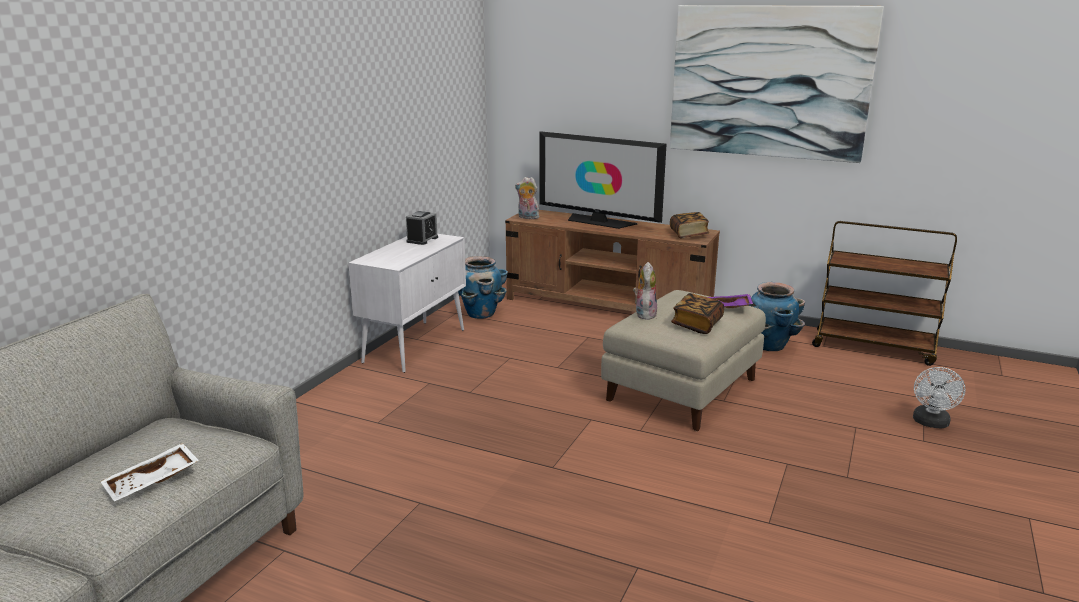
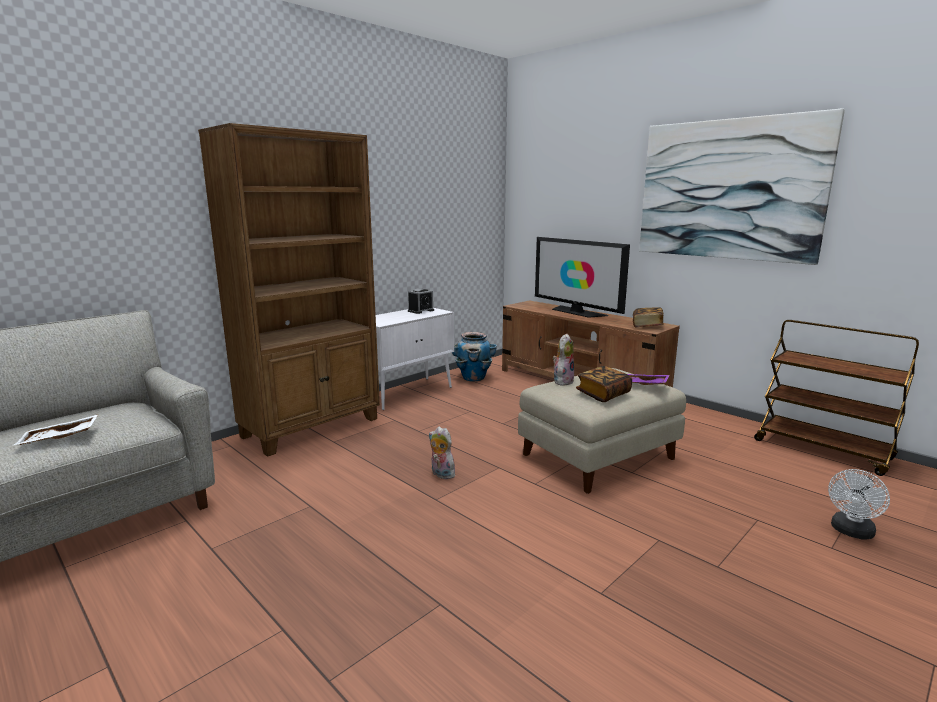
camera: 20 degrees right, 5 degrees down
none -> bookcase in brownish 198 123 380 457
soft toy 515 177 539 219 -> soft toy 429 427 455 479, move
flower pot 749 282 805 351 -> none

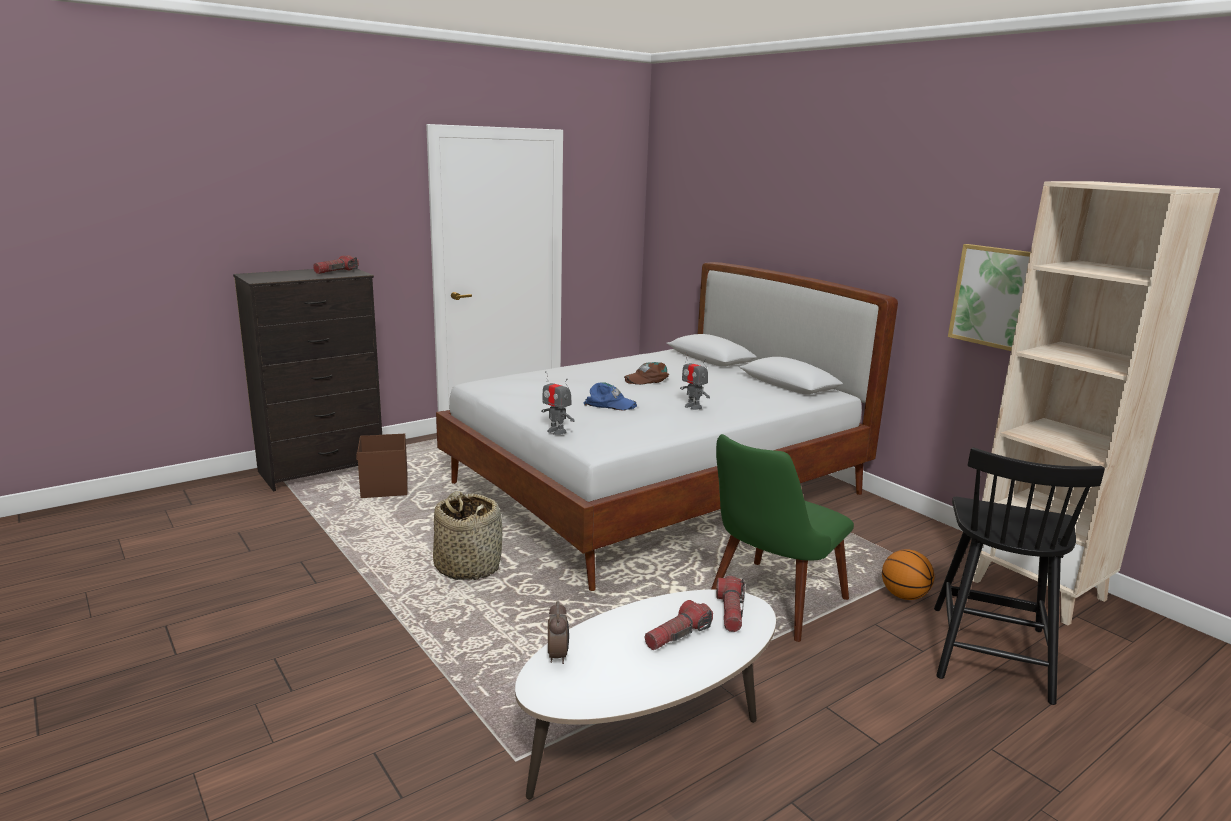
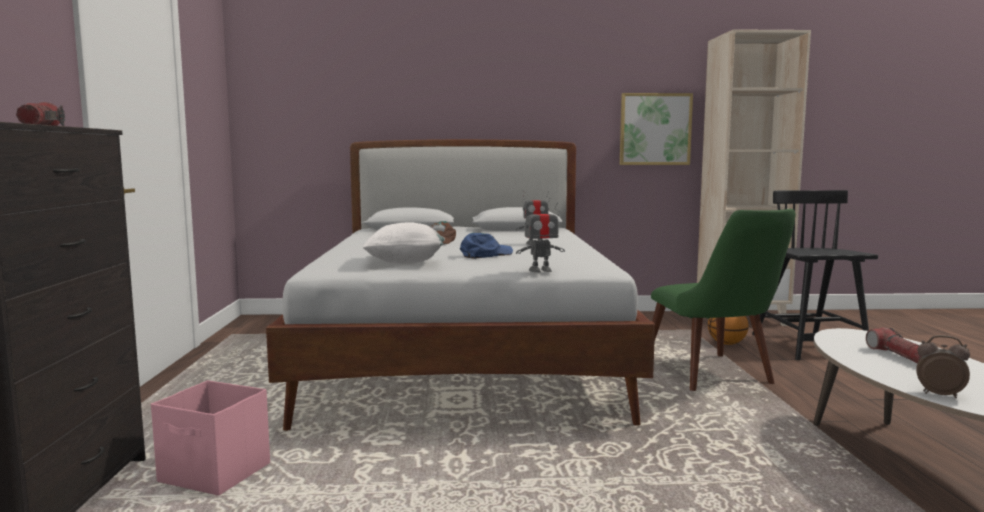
camera: 55 degrees left, 10 degrees down
storage container in brownish 356 433 408 498 -> storage container in pinkish 151 380 270 496
none -> pillow in whitish 362 222 445 264
chair in blackish 934 447 1105 705 -> chair in blackish 752 190 878 360, 150 degrees counterclockwise
basket 433 491 502 580 -> none
torch 716 576 745 632 -> none

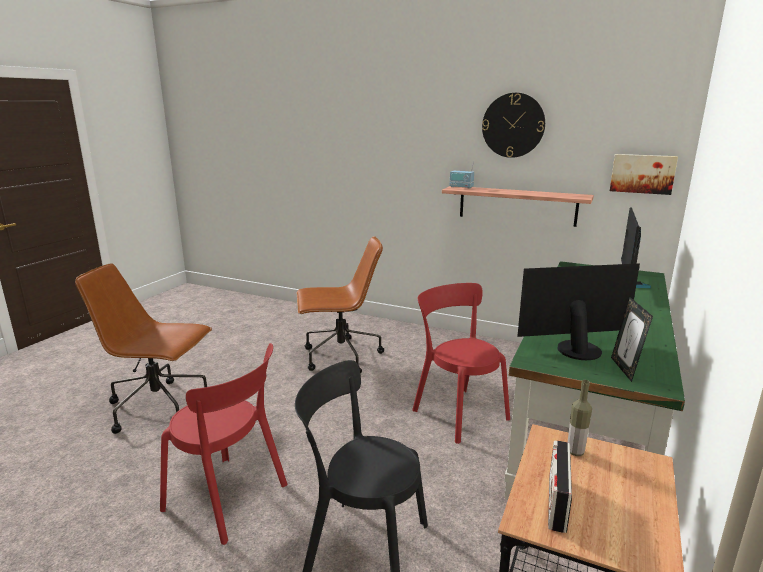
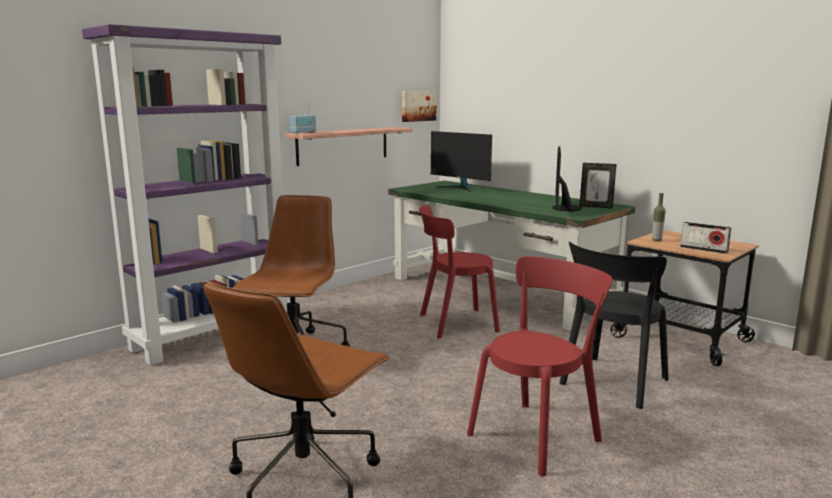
camera: 70 degrees left, 5 degrees down
none -> bookcase in purple-coloured 82 24 290 365
clock on the wall 482 93 545 158 -> none

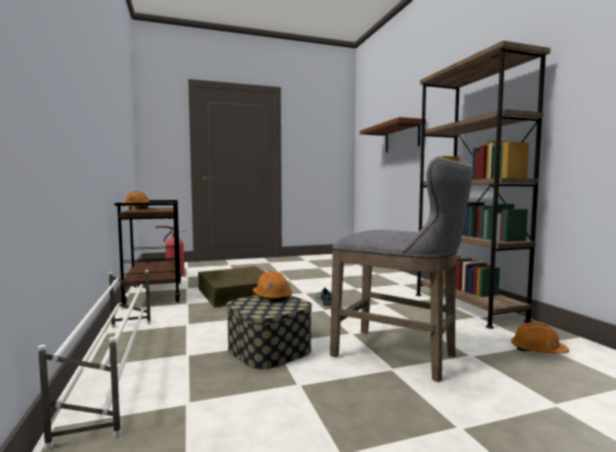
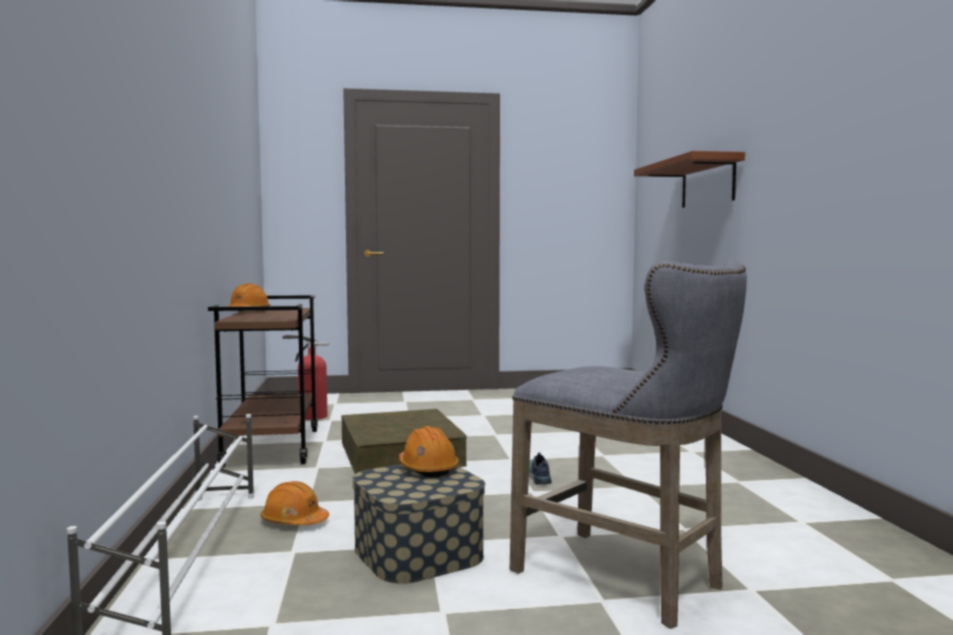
camera: 10 degrees right, 0 degrees up
safety helmet in orange 511 322 569 353 -> safety helmet in orange 260 481 329 525, move
bookcase in brownish 416 41 551 329 -> none

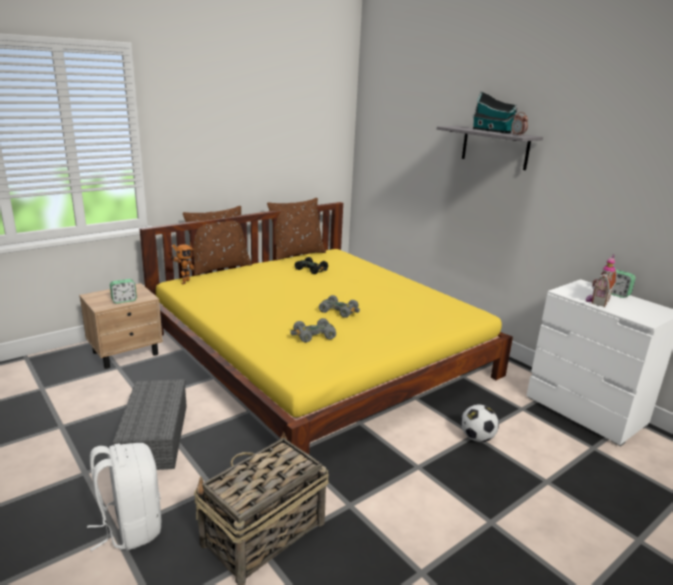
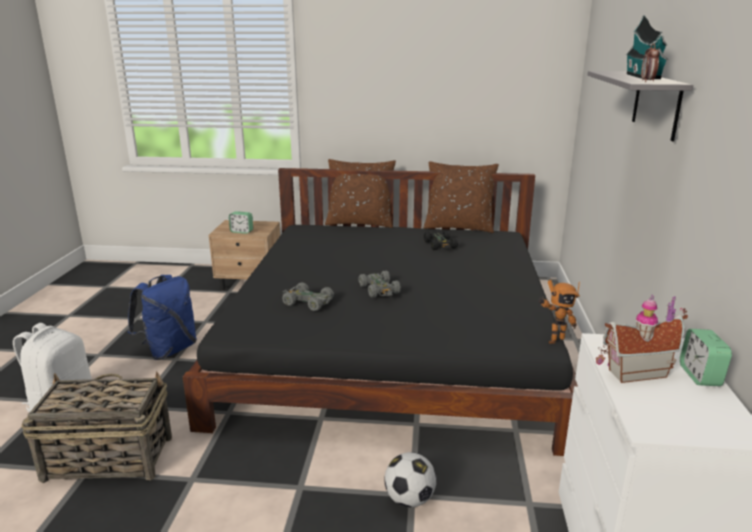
camera: 45 degrees right, 0 degrees up
storage container in grey 113 379 187 470 -> backpack in blue 127 275 197 360
bedroom bed in yellowish 139 202 513 454 -> bedroom bed in blackish 183 168 578 456
toy robot 171 242 195 284 -> toy robot 538 280 580 344, move

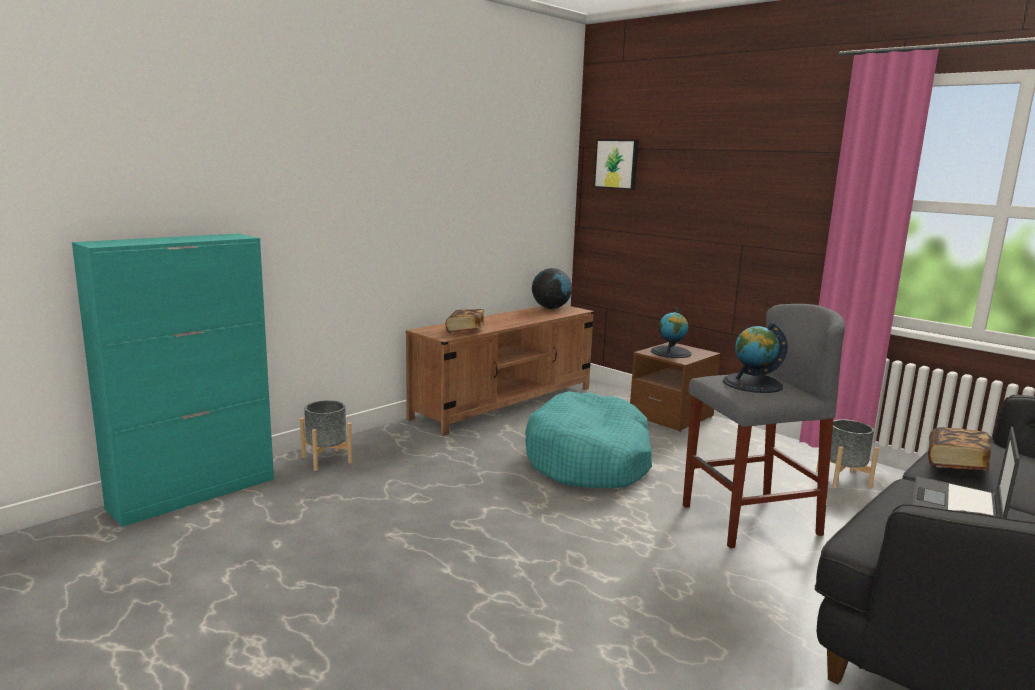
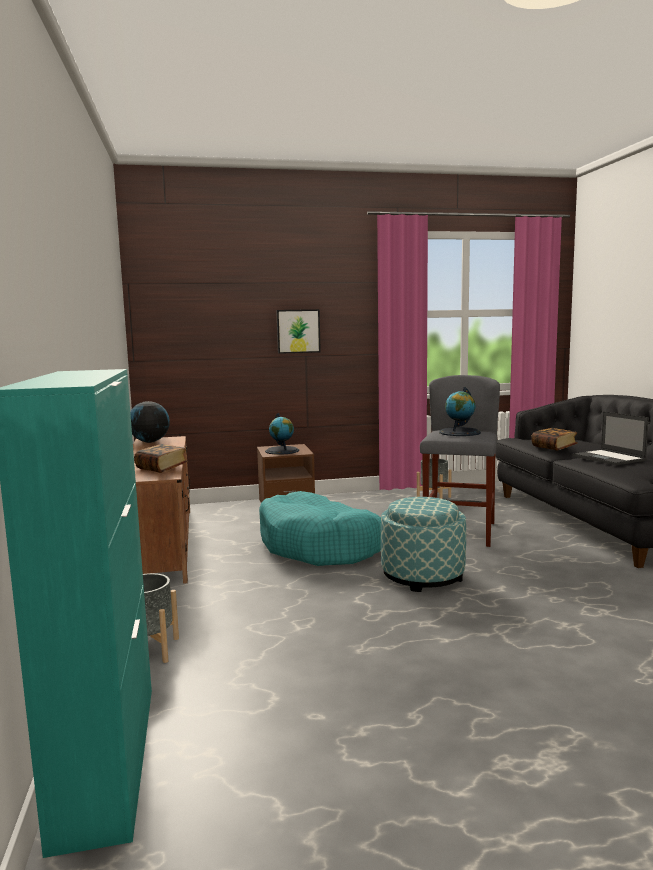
camera: 55 degrees left, 5 degrees down
wall art 594 139 639 190 -> wall art 276 309 321 354, move
none -> pouffe 381 497 466 592

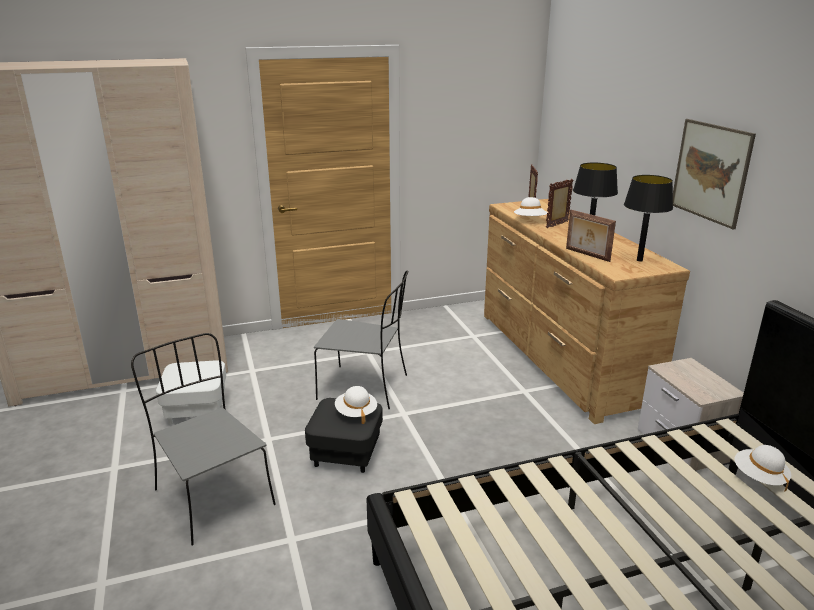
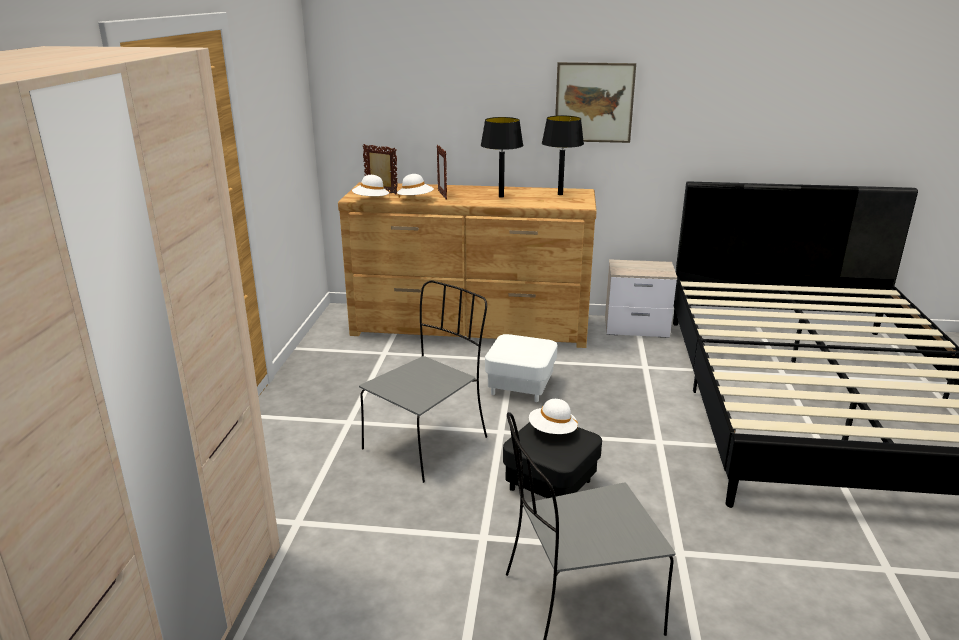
camera: 65 degrees left, 0 degrees up
wearable hat in whitish 735 445 791 491 -> wearable hat in whitish 352 175 390 197, move
pouffe in whitish 156 360 226 424 -> pouffe in whitish 485 334 557 402, move
standing frame 566 210 616 262 -> none

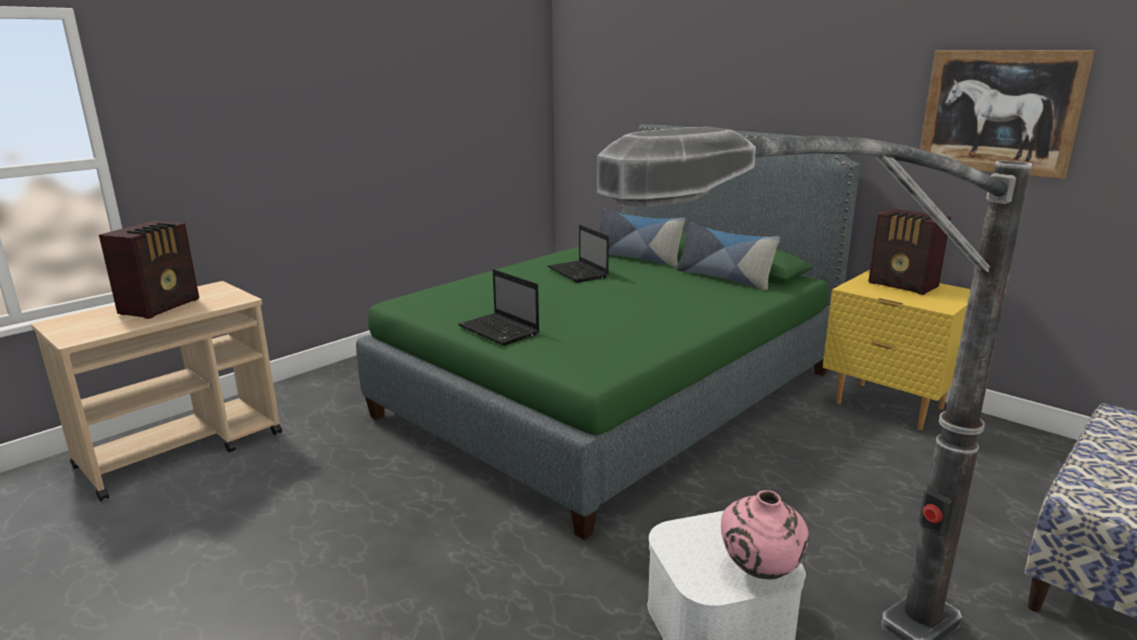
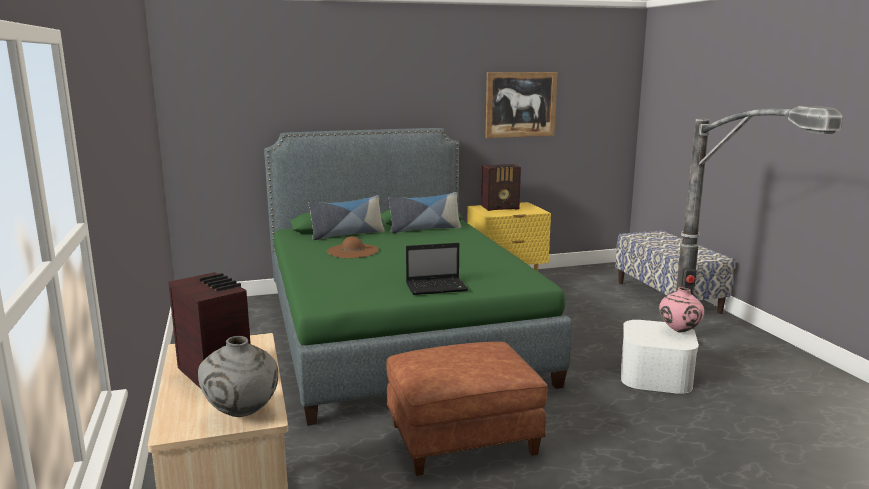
camera: 60 degrees left, 5 degrees down
none -> vase in grey 198 336 278 417
portable computer 548 225 609 283 -> wearable hat in brownish 327 236 379 258
none -> pouffe in brownish 386 342 547 476

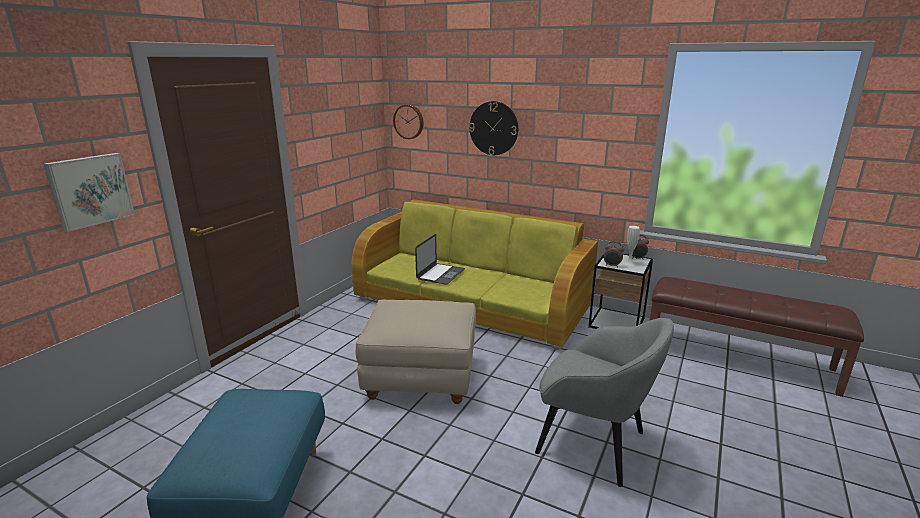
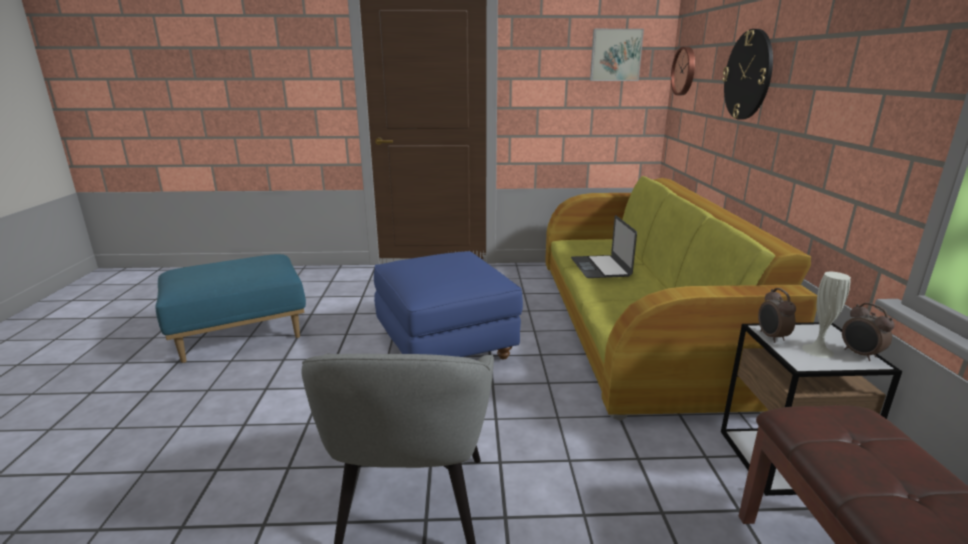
camera: 60 degrees right, 0 degrees up
pouffe in sand-coloured 356 300 476 404 -> pouffe in blue 374 251 523 360
portable computer 415 234 465 285 -> portable computer 571 215 637 278, 90 degrees clockwise
wall art 43 153 135 232 -> wall art 590 29 644 81, move

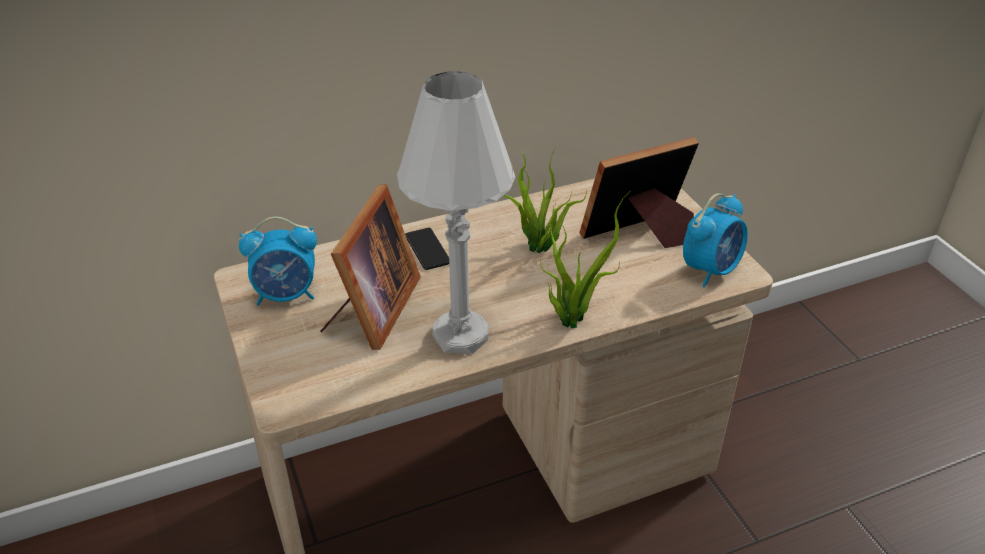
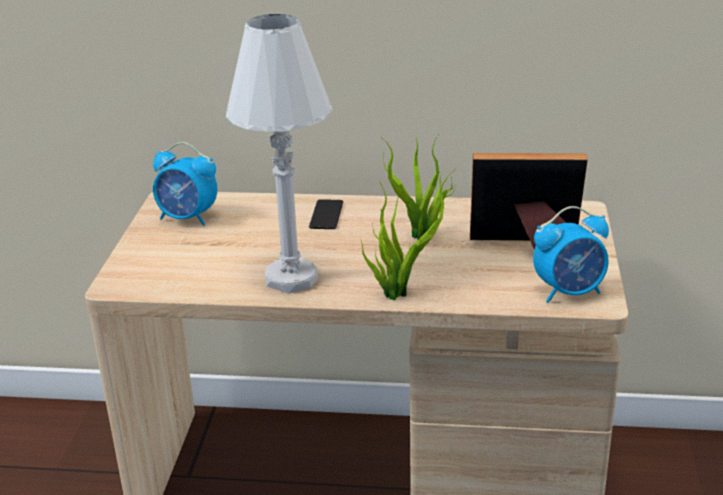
camera: 30 degrees right, 10 degrees down
standing frame 320 185 421 350 -> none

